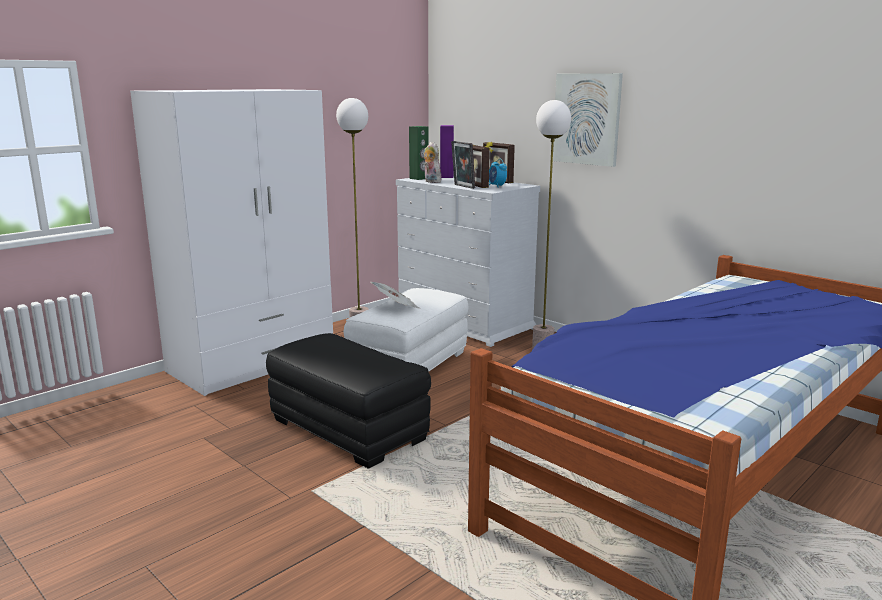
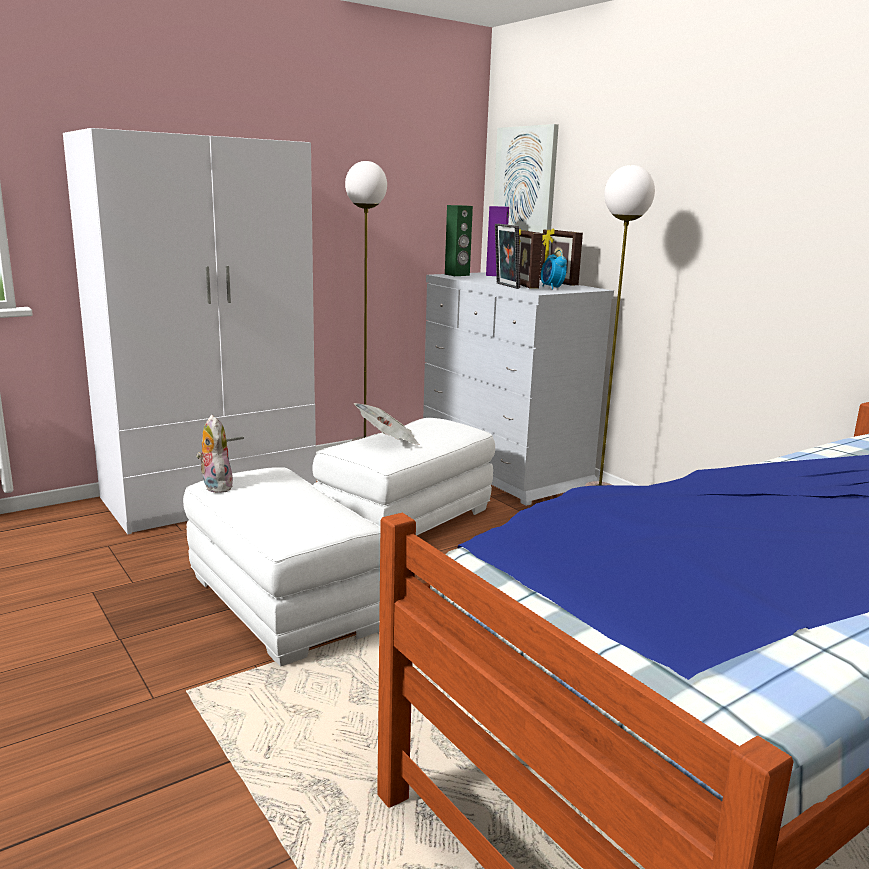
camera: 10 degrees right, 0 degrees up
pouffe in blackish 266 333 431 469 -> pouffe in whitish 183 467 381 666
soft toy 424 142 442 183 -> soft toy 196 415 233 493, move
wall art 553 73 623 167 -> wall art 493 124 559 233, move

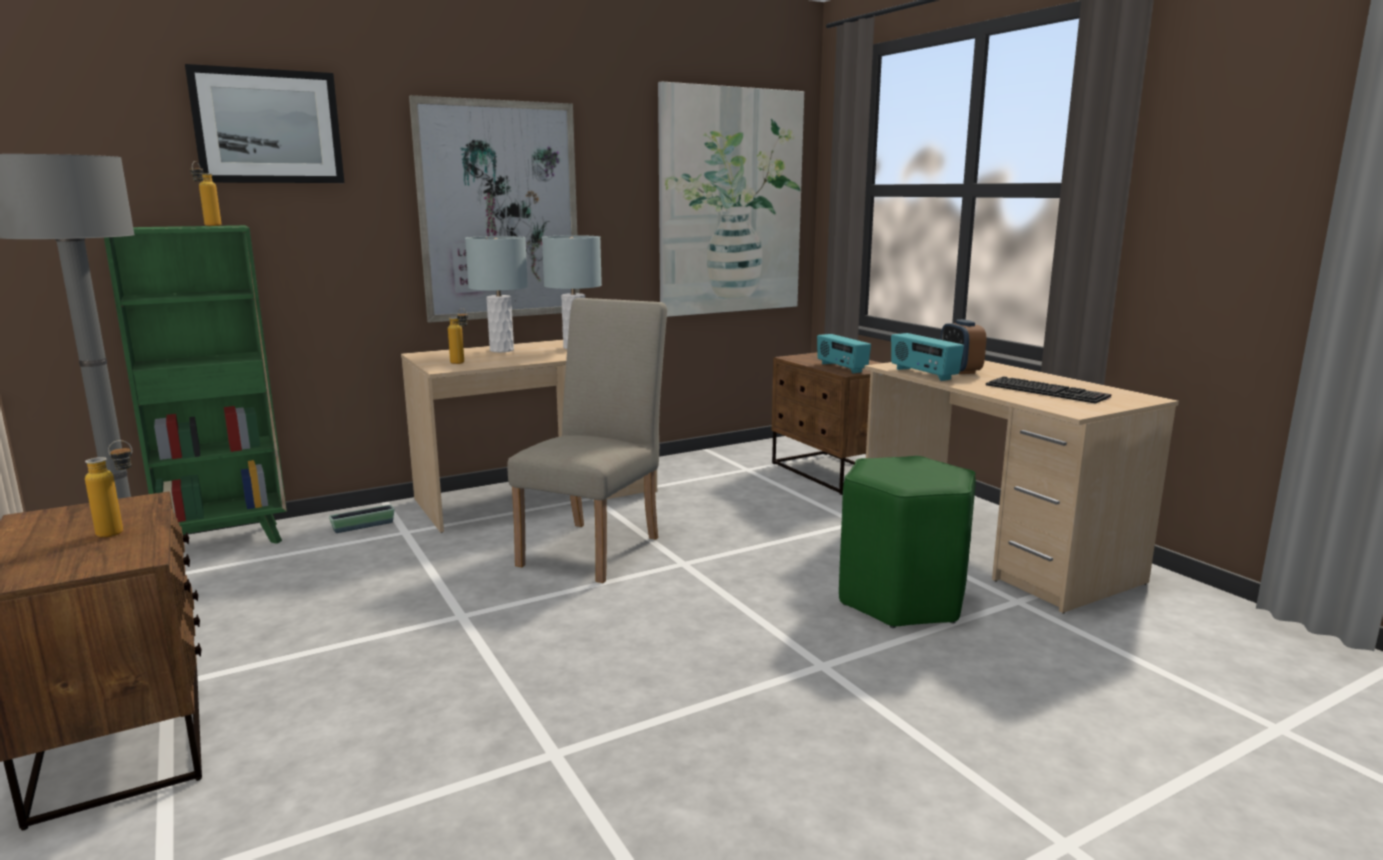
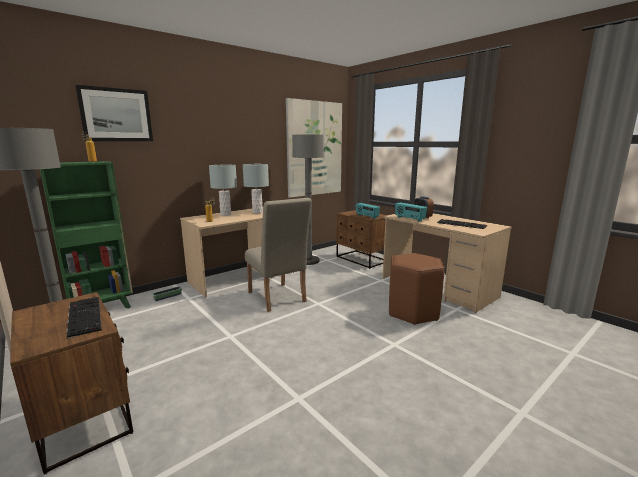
camera: 10 degrees left, 0 degrees up
drink bottle 85 440 133 538 -> PC keyboard 66 297 102 339
chair in sand-coloured 507 298 667 583 -> chair in sand-coloured 245 198 312 312, 135 degrees clockwise
none -> floor lamp in grey 292 134 324 265
stool seat in green-coloured 839 456 976 628 -> stool seat in brownish 389 253 445 325
wall art 409 95 579 323 -> none

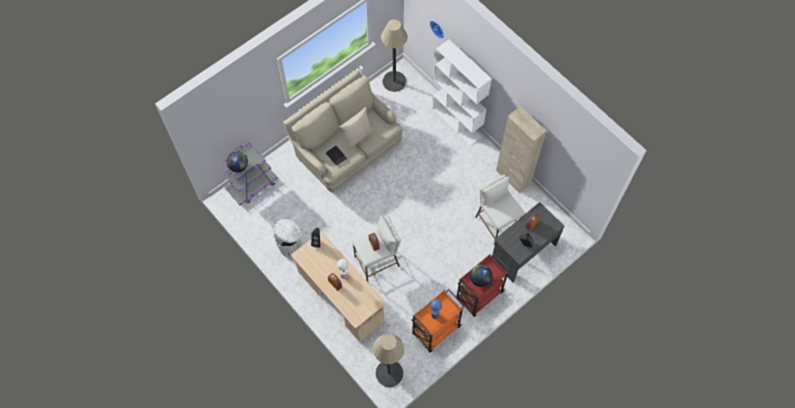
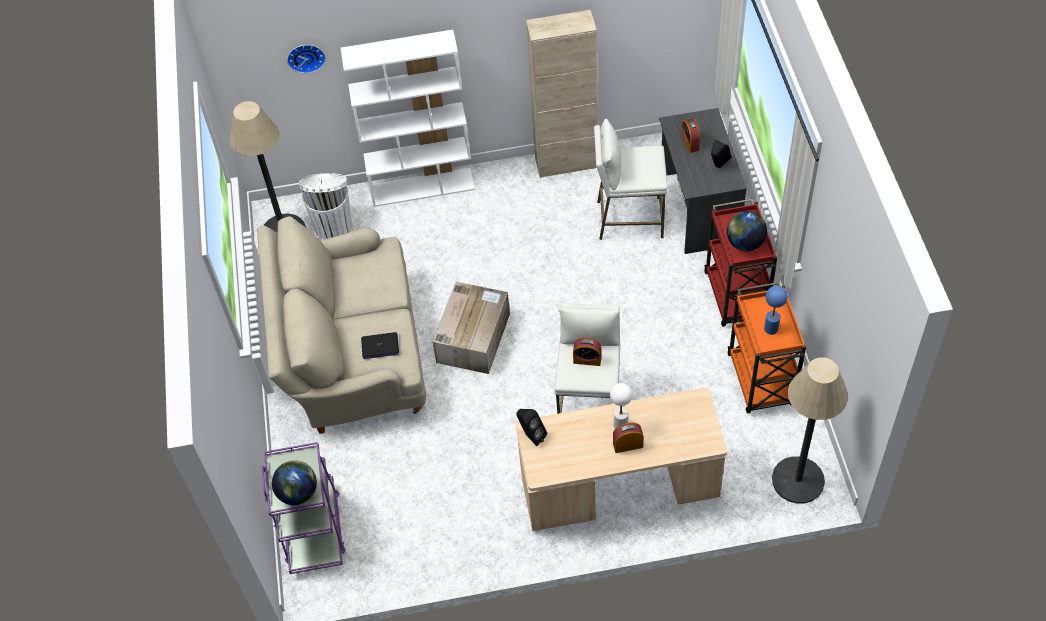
camera: 55 degrees left, 10 degrees down
trash can in whitish 274 219 301 257 -> trash can in whitish 299 173 352 240, move
none -> packing box 433 282 510 374
pillow in sand-coloured 340 107 374 150 -> none

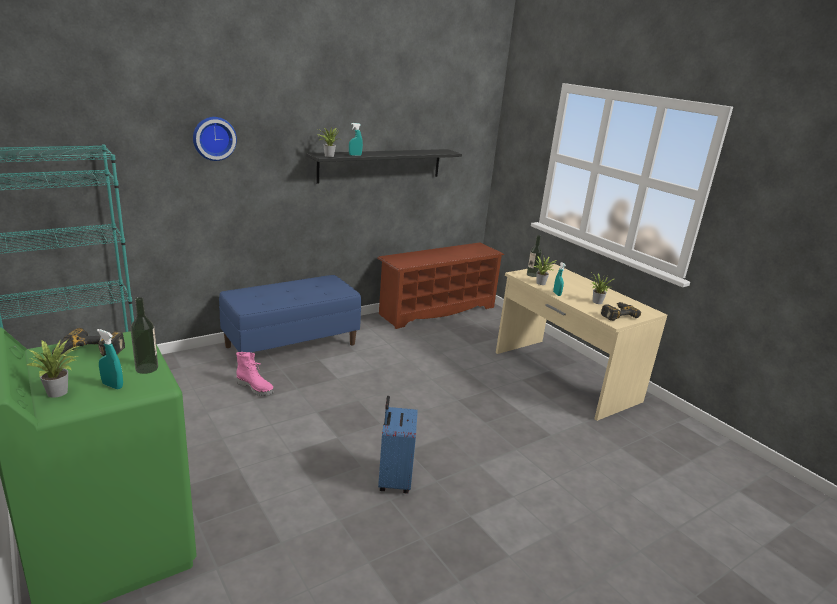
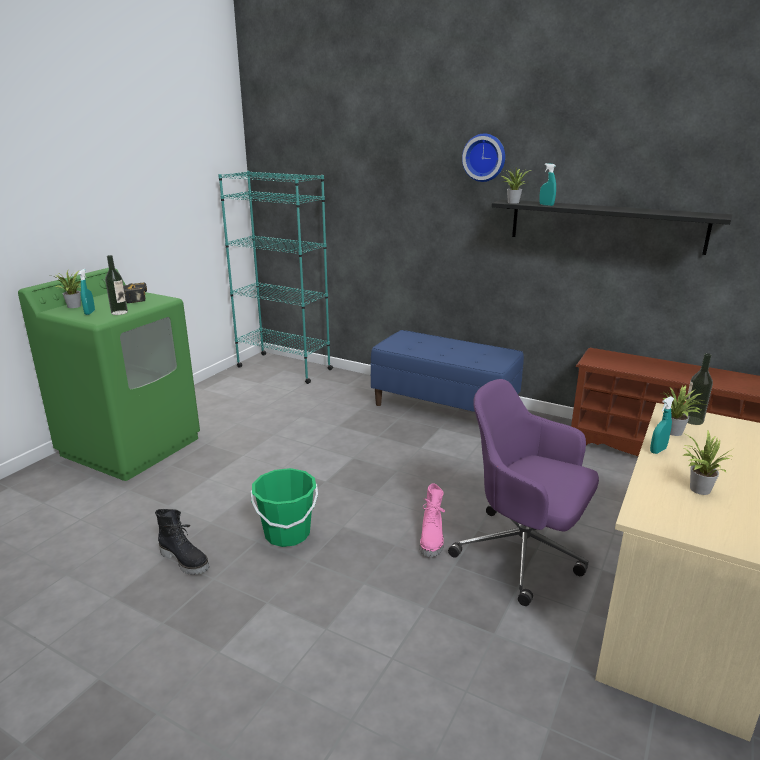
camera: 65 degrees right, 0 degrees up
none -> boot in blackish 155 509 209 575
piece of luggage in blue 378 396 418 493 -> bucket in green-coloured 251 468 318 547
boot in pinkish 236 352 274 396 -> boot in pinkish 420 483 445 557, move
none -> desk chair in purple-coloured 448 379 599 606
clock on the wall 193 117 237 161 -> clock on the wall 462 134 505 182, move
power drill 601 302 641 321 -> none

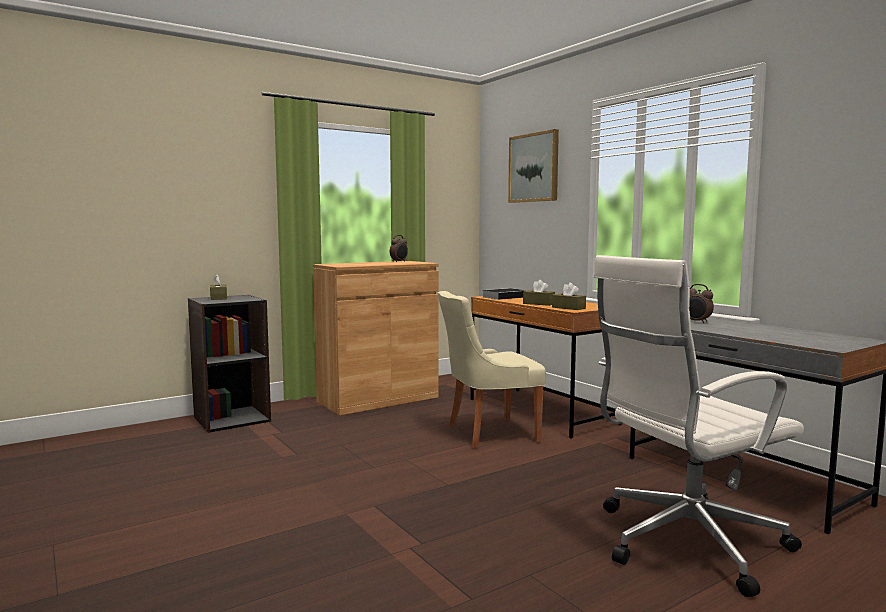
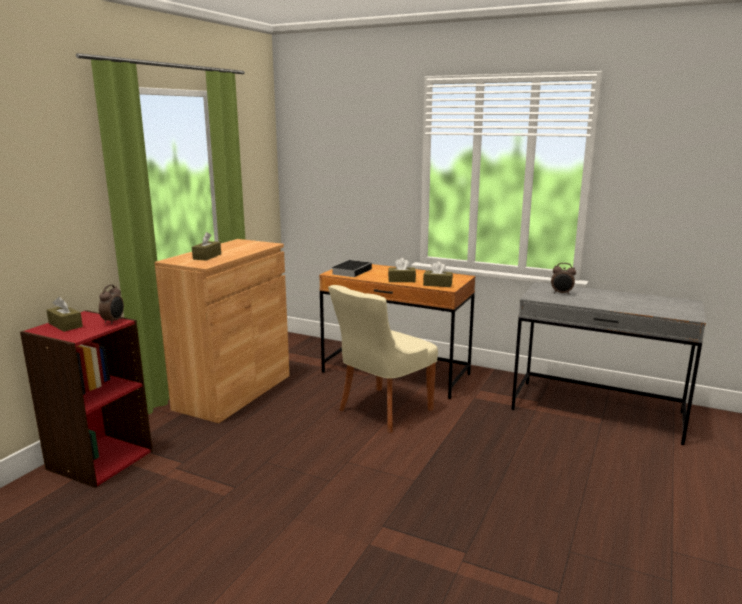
camera: 30 degrees left, 10 degrees up
bookcase in blackish 188 295 271 433 -> bookcase in reddish 20 310 152 488
alarm clock 390 235 408 262 -> alarm clock 99 285 124 324, move
none -> tissue holder in brownish 192 232 221 260
wall art 508 129 559 203 -> none
desk chair in whitish 593 255 804 597 -> none

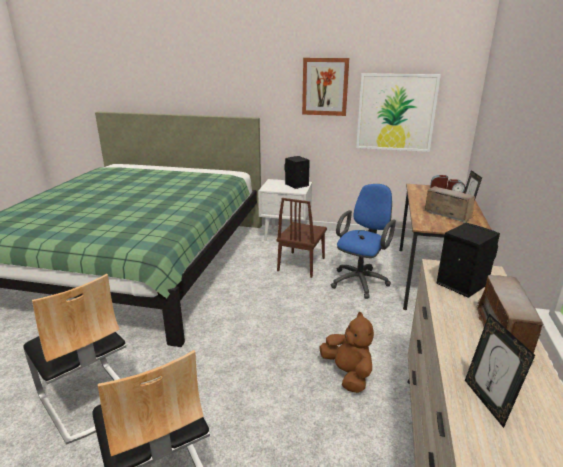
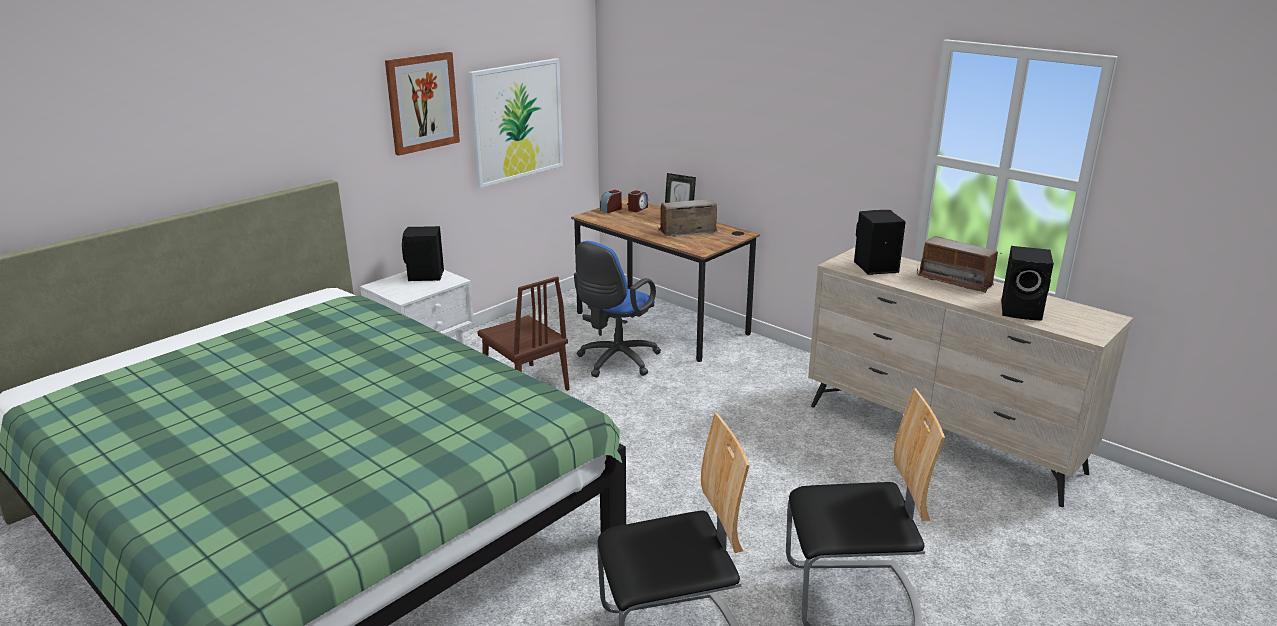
camera: 60 degrees left, 0 degrees up
desk chair in blue 331 184 396 299 -> desk chair in blue 574 241 661 377, 120 degrees counterclockwise
standing frame 465 314 535 428 -> speaker in blackish 1001 246 1054 321
soft toy in brownish 319 312 374 393 -> none

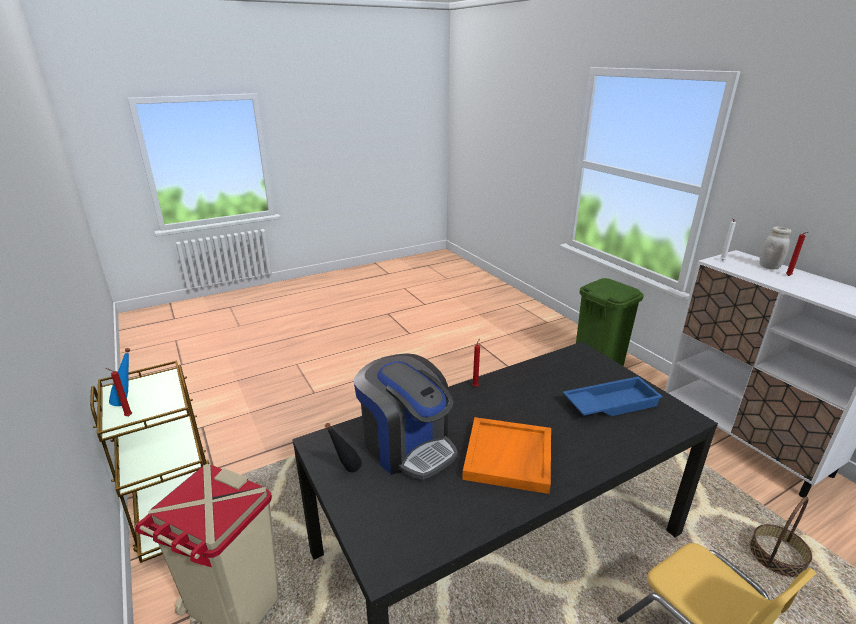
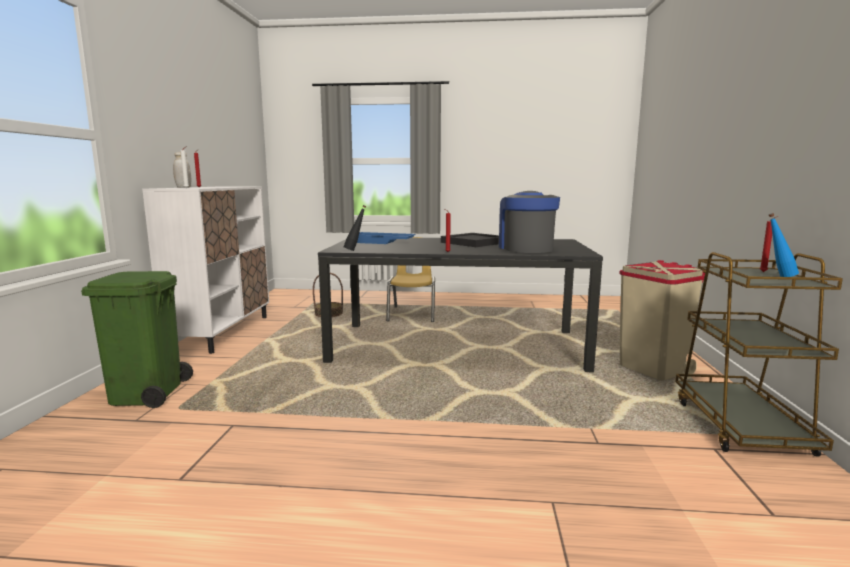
camera: 145 degrees left, 15 degrees down
drink bottle in blackish 325 423 362 472 -> drink bottle in blackish 344 205 366 251, move
tray in orange 462 417 551 494 -> tray in blackish 441 233 499 247

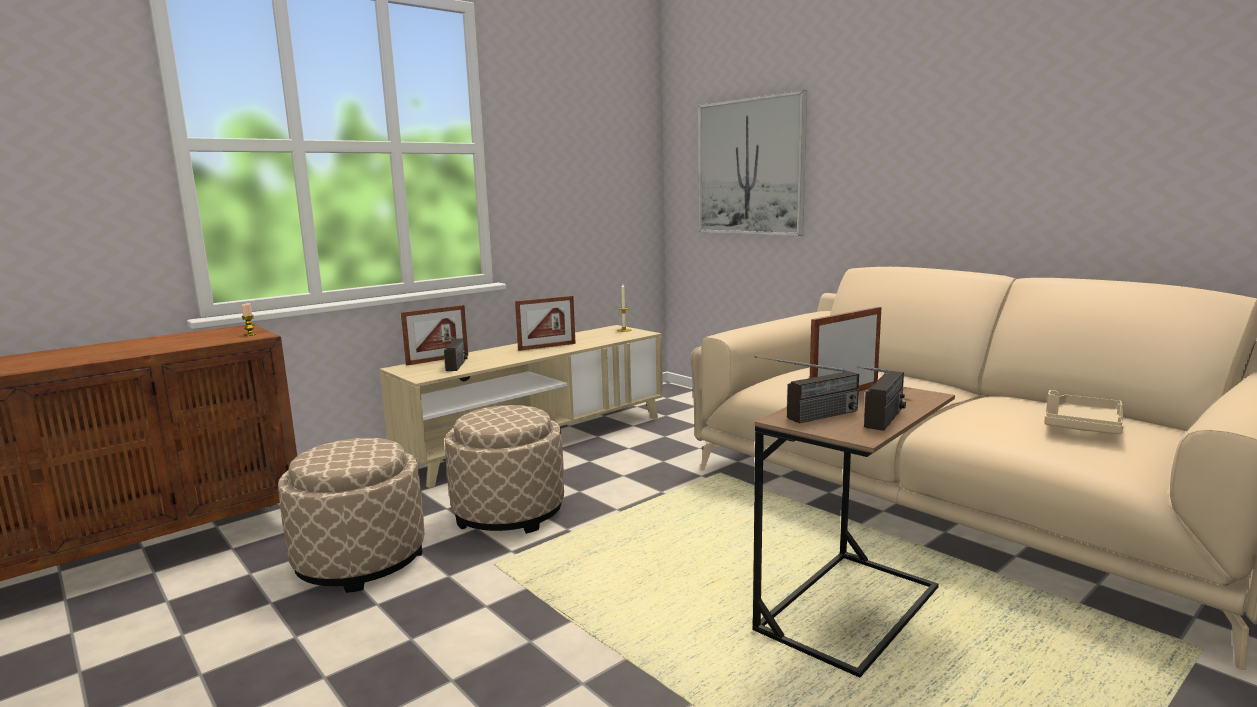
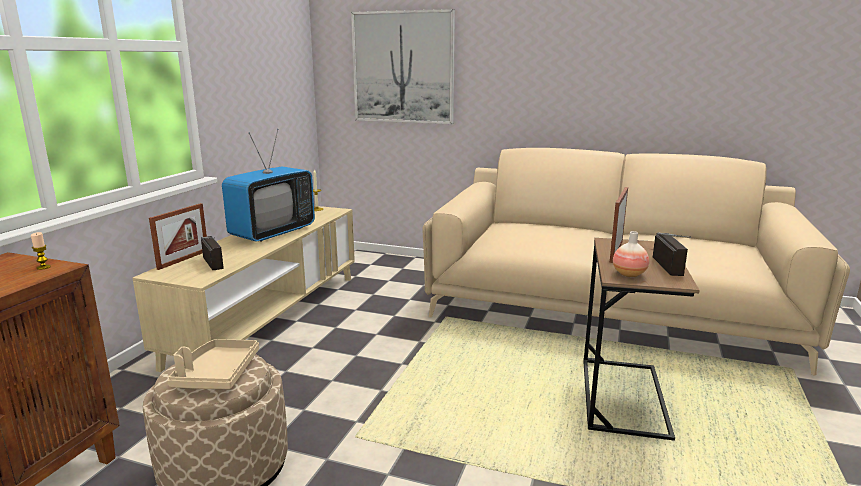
camera: 30 degrees left, 5 degrees up
tray in sand-coloured 1044 390 1123 434 -> tray in sand-coloured 168 339 259 389, move
standing frame 515 296 576 351 -> television 222 129 315 242
radio 755 356 859 423 -> vase 613 231 649 277
pouffe in sand-coloured 445 405 564 534 -> none

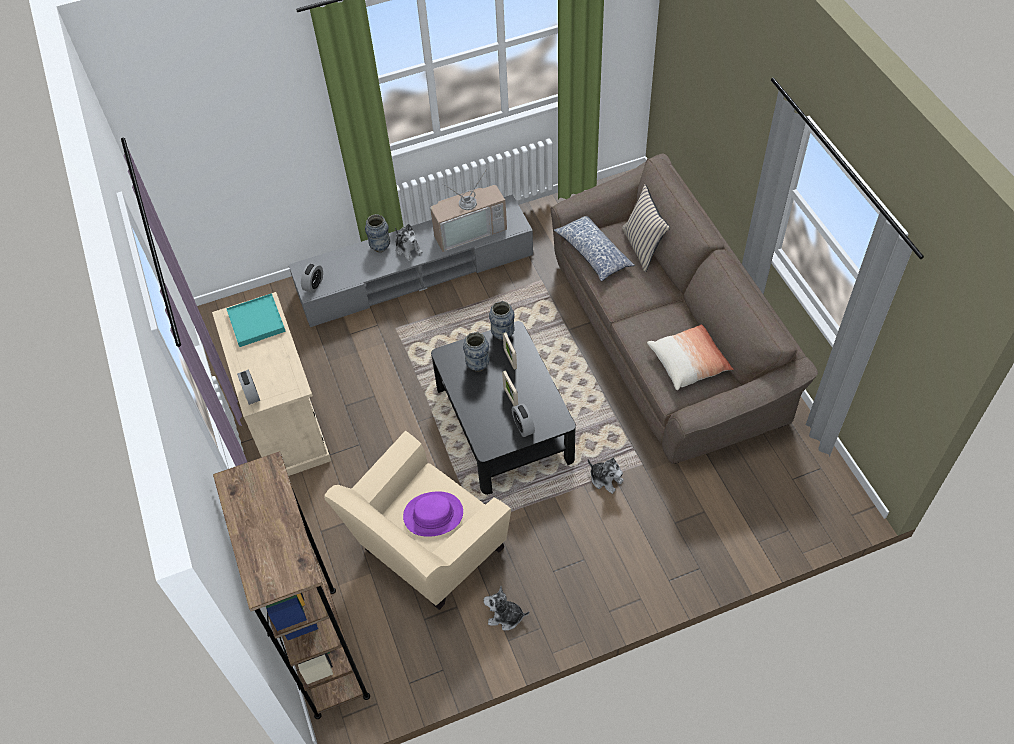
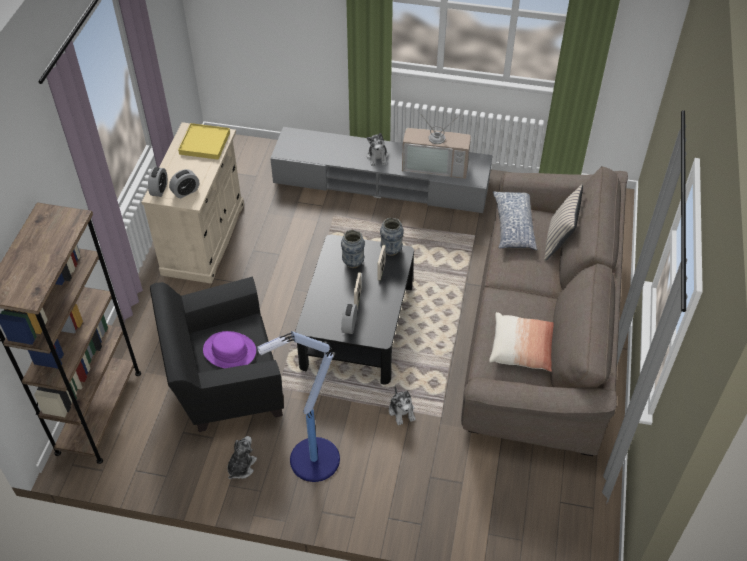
camera: 30 degrees right, 5 degrees down
armchair in sand-coloured 324 430 511 610 -> armchair in blackish 150 276 284 432
alarm clock 301 263 323 293 -> alarm clock 169 169 199 198, move
tray in turquoise-coloured 226 293 286 347 -> tray in yellowish 178 123 230 160
soft toy 484 586 529 631 -> soft toy 227 436 257 479, 75 degrees clockwise
none -> floor lamp 257 331 340 482
vase 365 214 390 252 -> none

